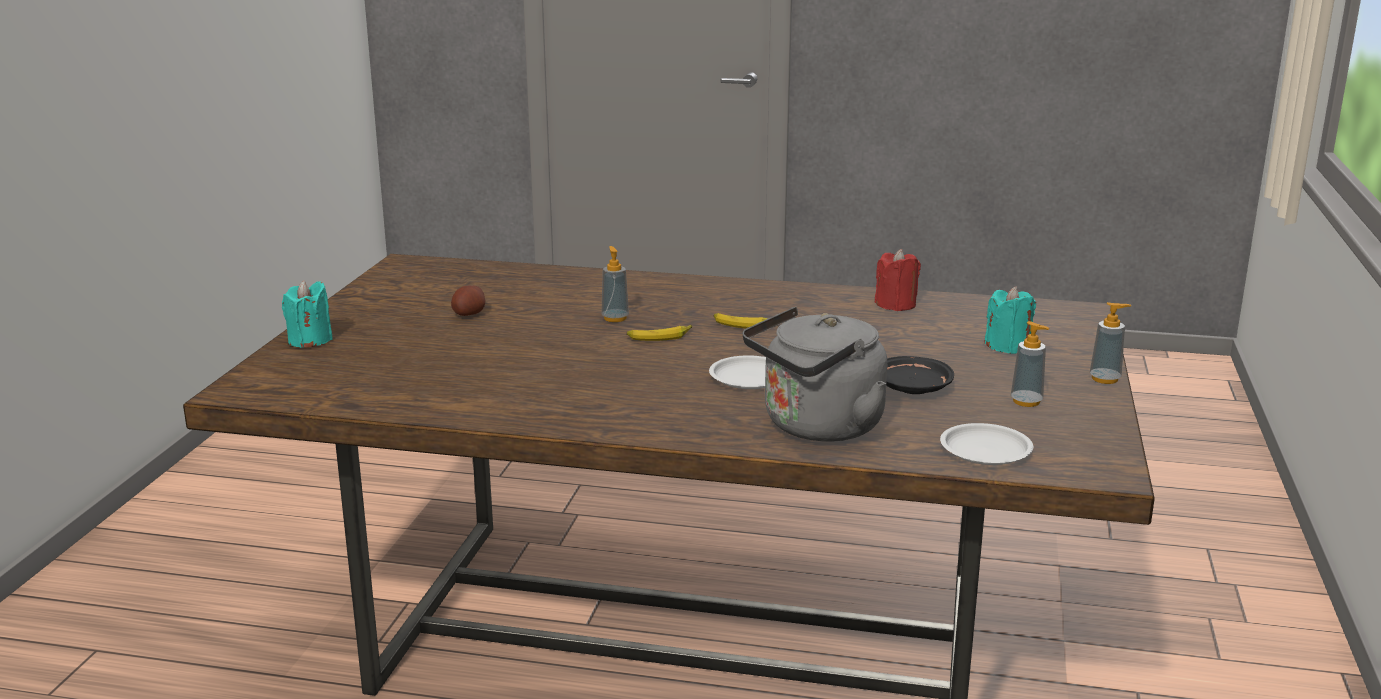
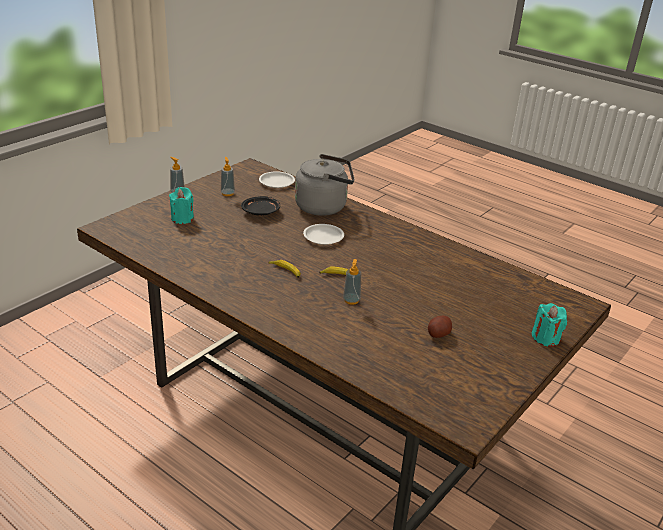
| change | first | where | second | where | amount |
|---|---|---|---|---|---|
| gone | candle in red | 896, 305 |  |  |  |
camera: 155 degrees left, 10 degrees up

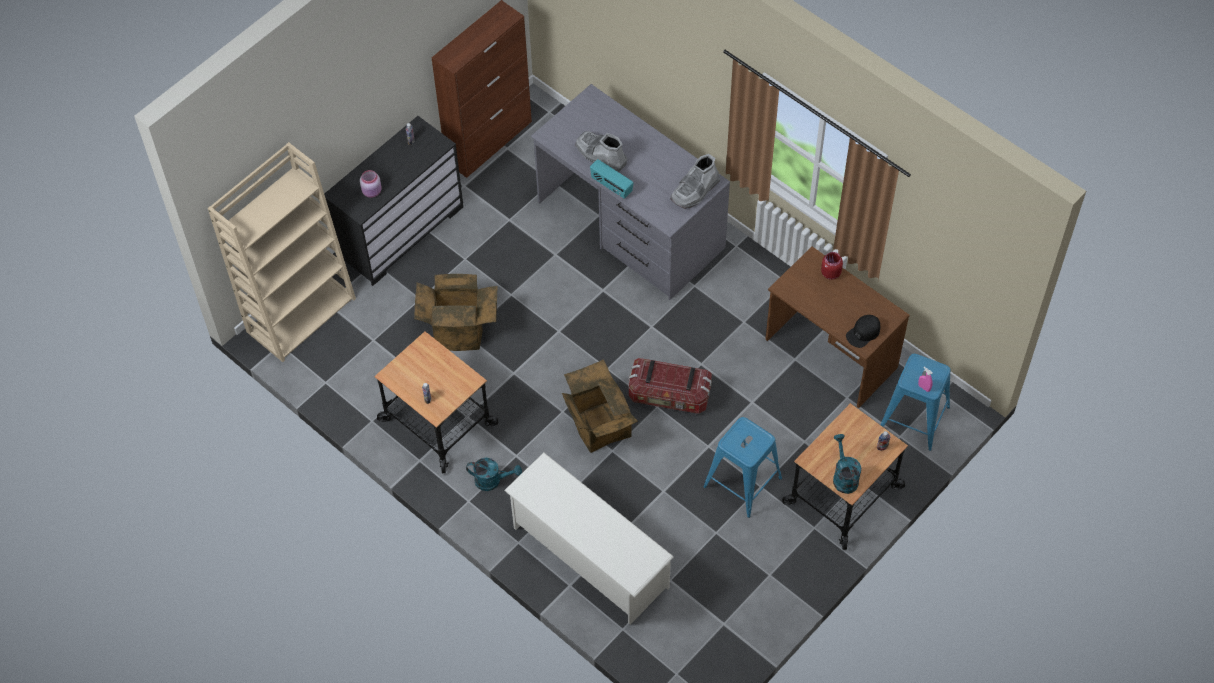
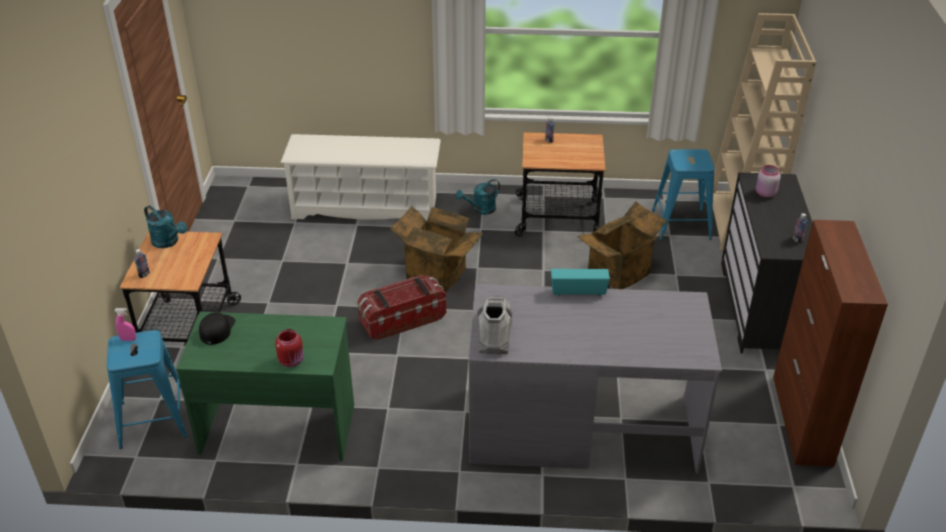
| change | first | where | second | where | amount |
|---|---|---|---|---|---|
| repainted | desk in brown | 830, 354 | desk in green | 277, 427 |  |
| shifted | stool in blue | 742, 483 |  | 680, 224 |  |
| gone | boot in grey | 601, 155 |  |  |  |
camera: 140 degrees right, 20 degrees down

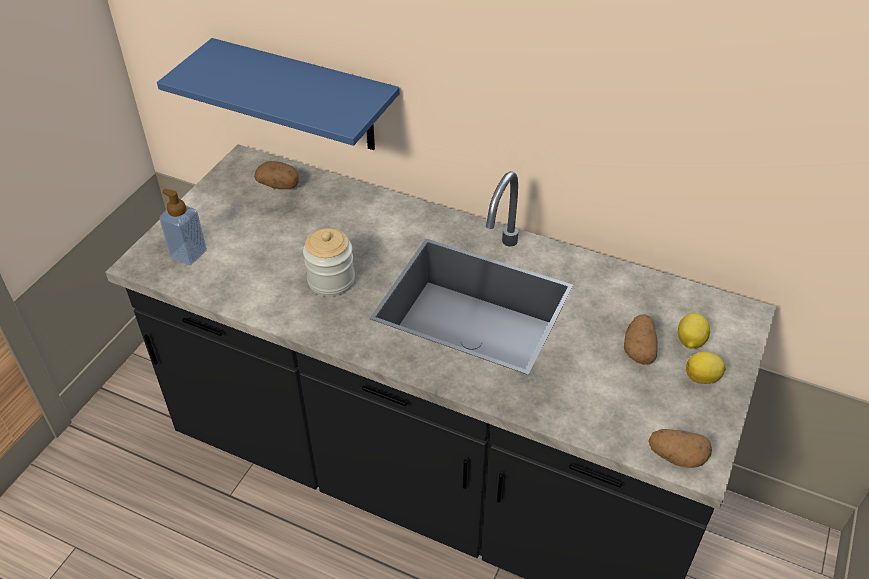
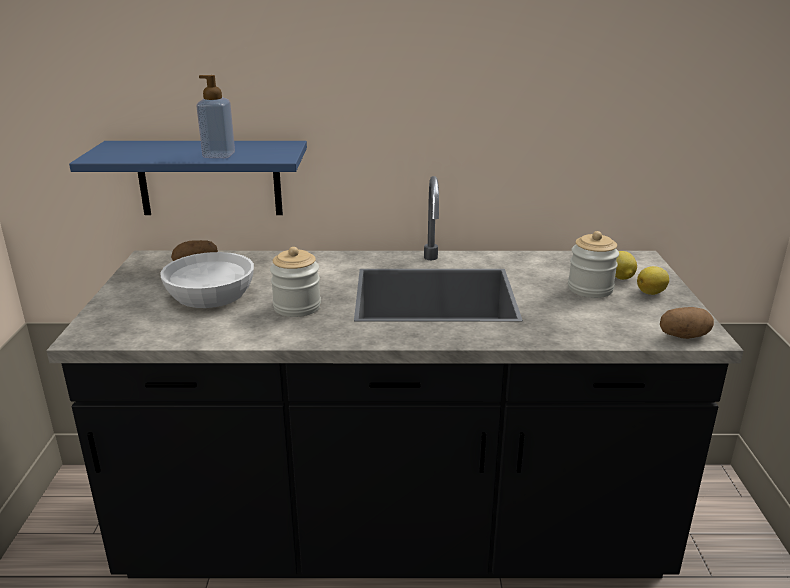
| change | first | where | second | where | amount |
|---|---|---|---|---|---|
| new |  |  | bowl in white | 212, 295 |  |
| shifted | soap dispenser | 188, 254 |  | 219, 155 |  |
| swapped | potato | 639, 349 | jar | 590, 289 |  |
camera: 25 degrees left, 20 degrees down

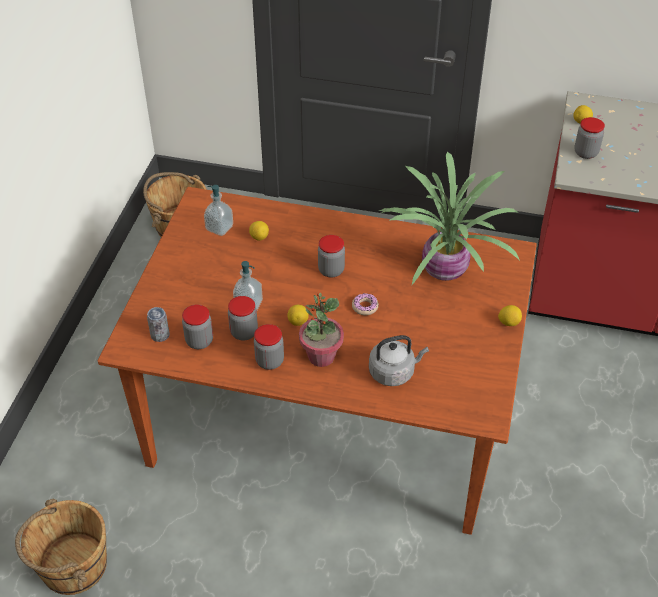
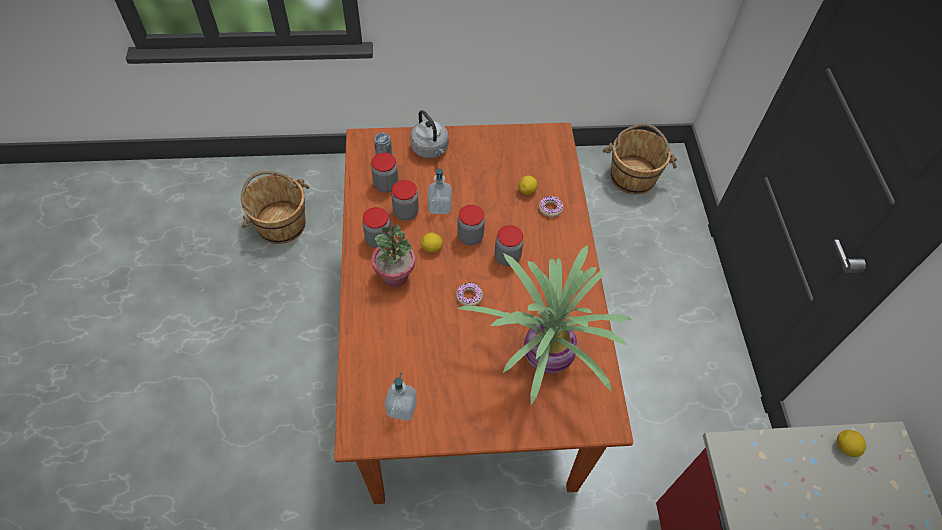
| change | first | where | second | where | amount |
|---|---|---|---|---|---|
| shifted | soap dispenser | 219, 228 |  | 401, 408 |  |
| shifted | kettle in grey | 394, 372 |  | 430, 150 |  |
| shifted | jar | 585, 153 |  | 470, 237 |  |
| new |  |  | donut | 550, 208 |  |
| gone | lemon | 508, 322 |  |  |  |
camera: 70 degrees right, 10 degrees up

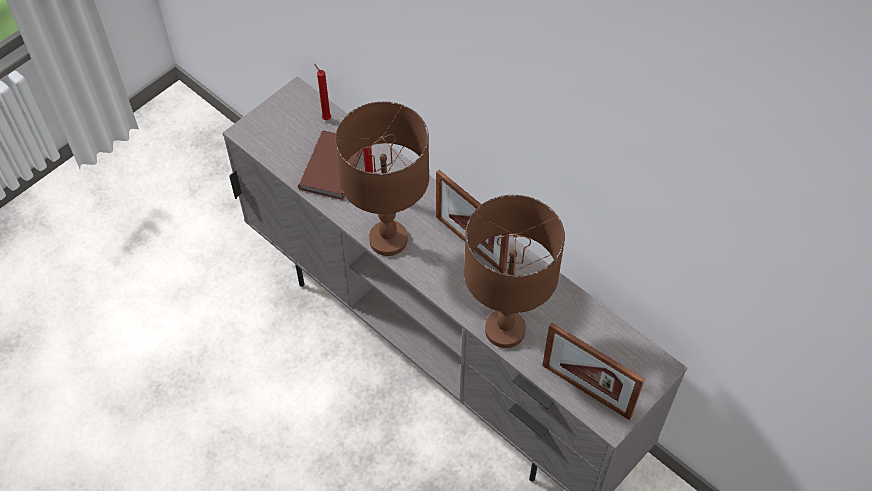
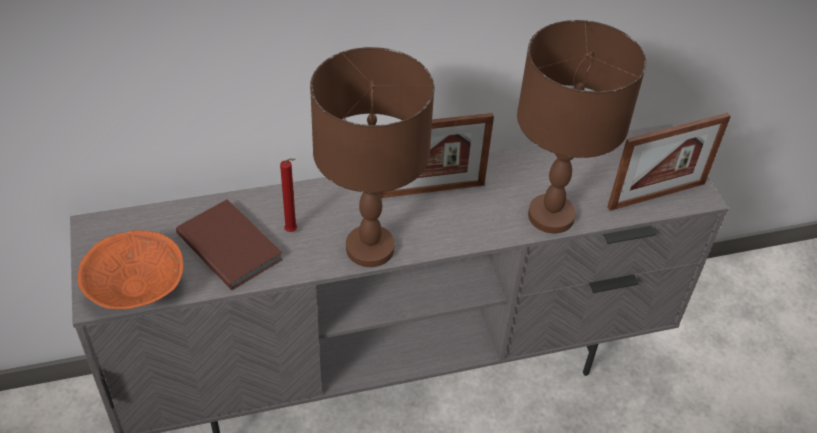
| change | first | where | second | where | amount |
|---|---|---|---|---|---|
| new |  |  | bowl in orange | 135, 286 |  |
| gone | candle in red | 325, 118 |  |  |  |
camera: 60 degrees left, 10 degrees down

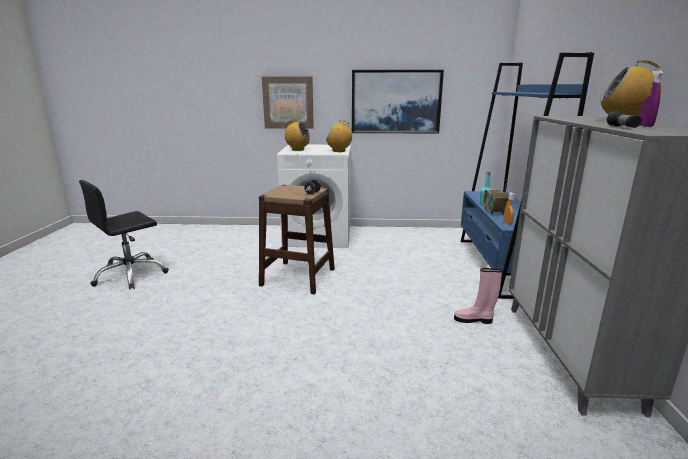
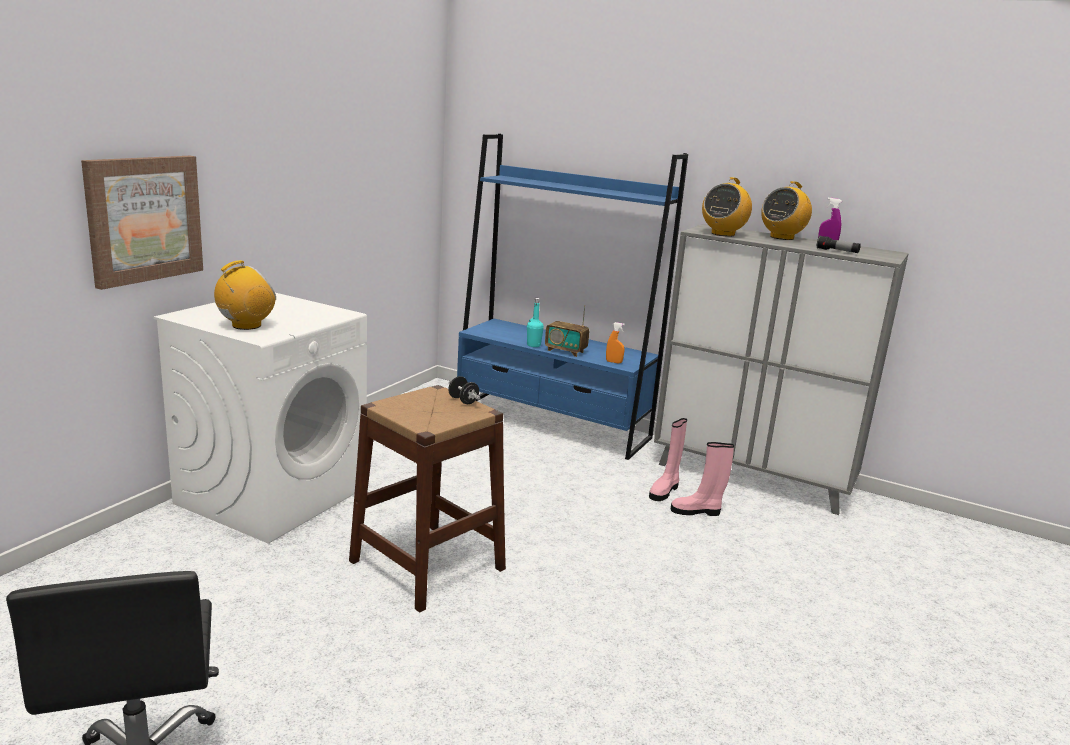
| change | first | where | second | where | amount |
|---|---|---|---|---|---|
| new |  |  | boot in pink | 697, 511 |  |
| shifted | radio | 339, 151 |  | 723, 234 |  |
| gone | picture | 396, 102 |  |  |  |
camera: 65 degrees left, 0 degrees up

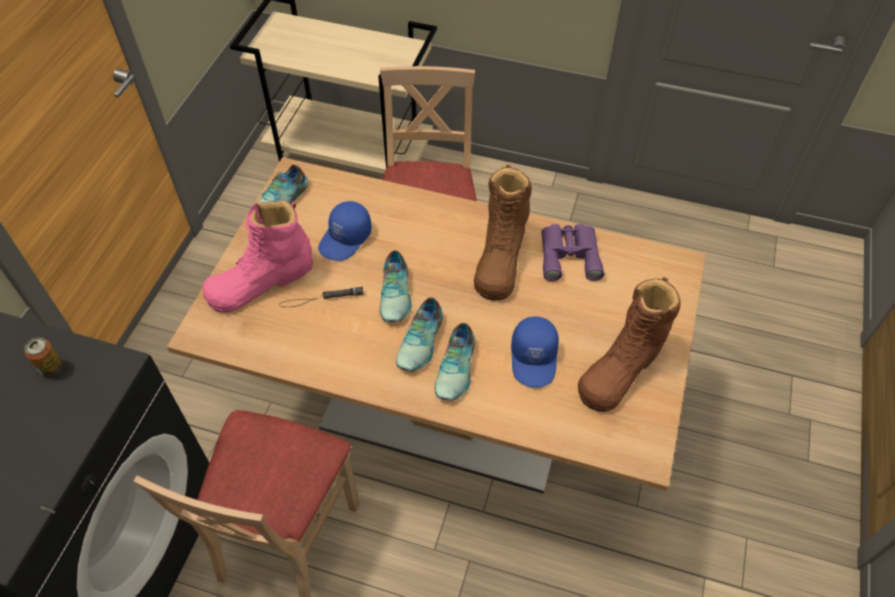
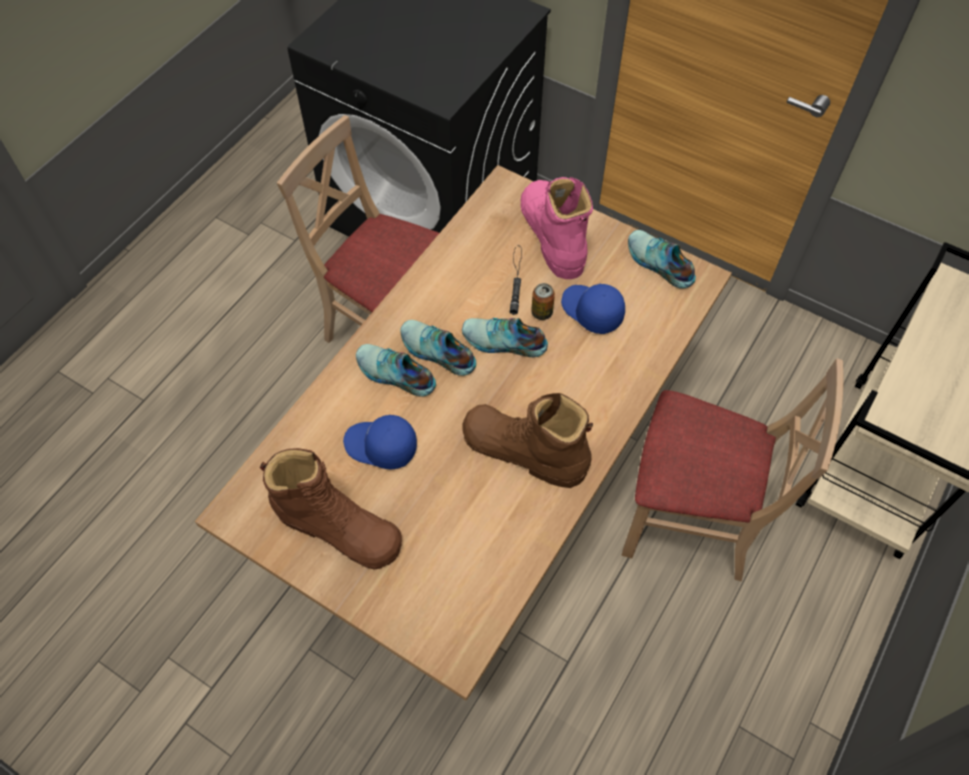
| change | first | where | second | where | amount |
|---|---|---|---|---|---|
| rotated | boot in brown | 622, 367 |  | 338, 528 | 150 degrees clockwise |
| shifted | can | 52, 368 |  | 541, 313 |  |
| gone | binoculars in purple | 569, 254 |  |  |  |
camera: 105 degrees right, 5 degrees up

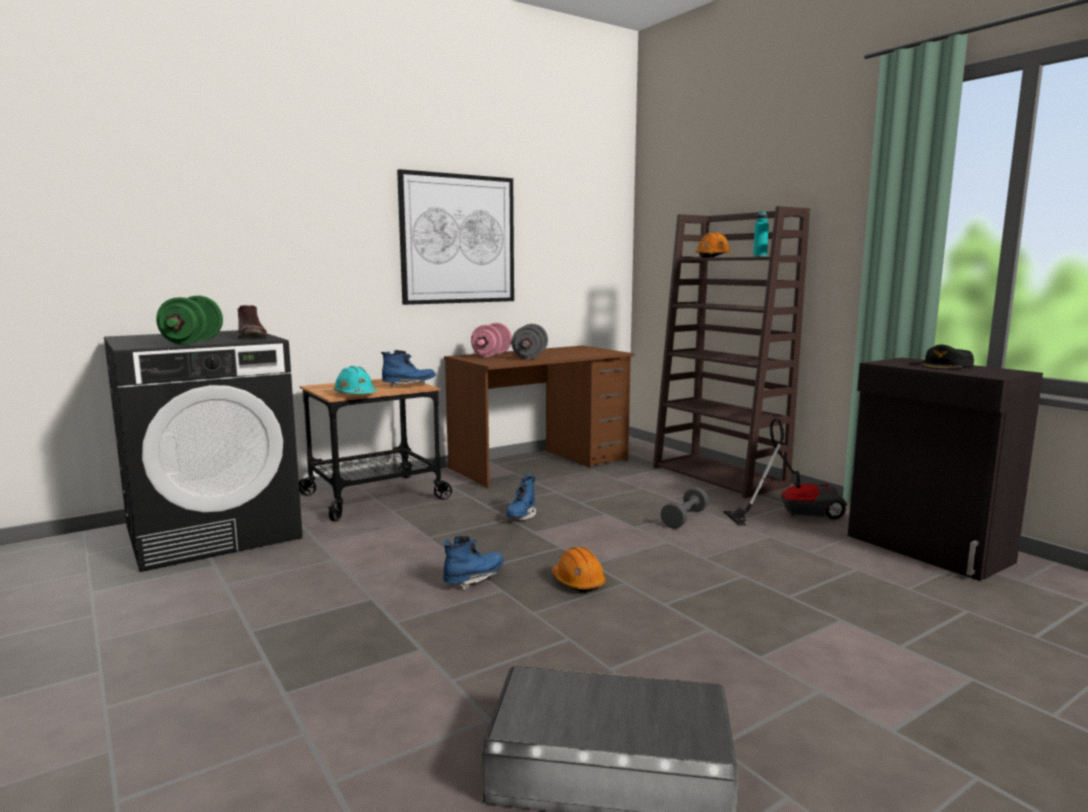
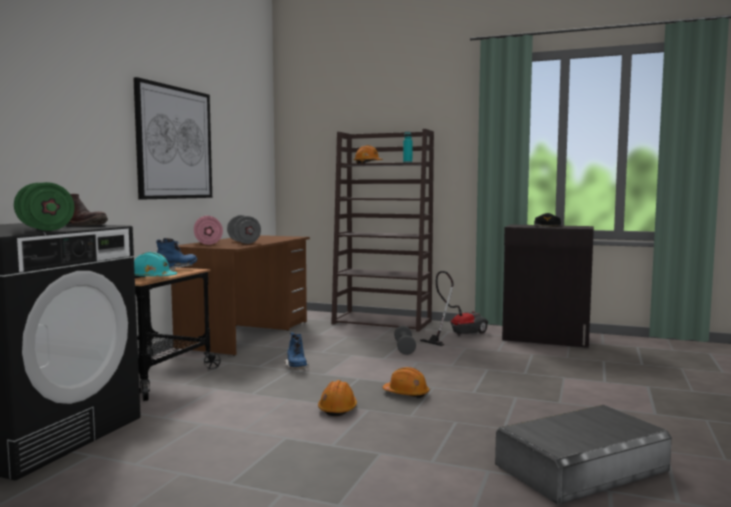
| change | first | where | second | where | amount |
|---|---|---|---|---|---|
| swapped | boot in blue | 474, 580 | hard hat in orange | 338, 409 |  |
camera: 35 degrees left, 5 degrees down

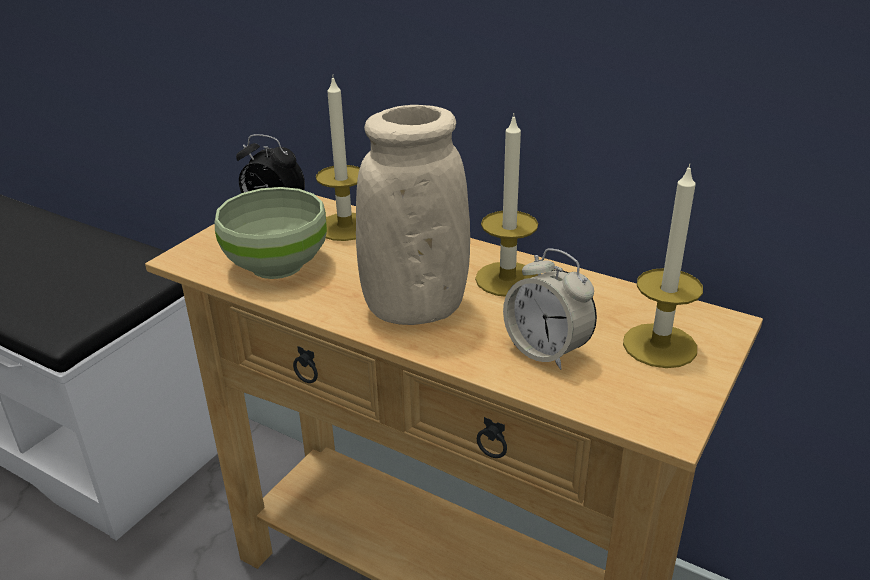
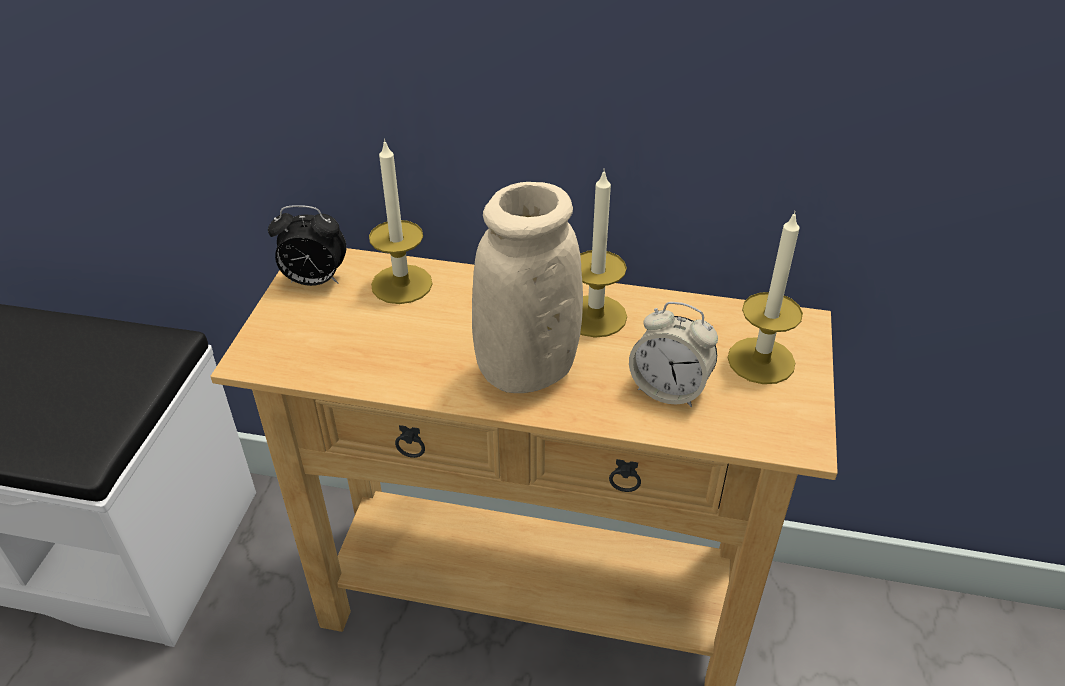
| change | first | where | second | where | amount |
|---|---|---|---|---|---|
| gone | bowl in green | 277, 264 |  |  |  |
camera: 20 degrees left, 10 degrees up

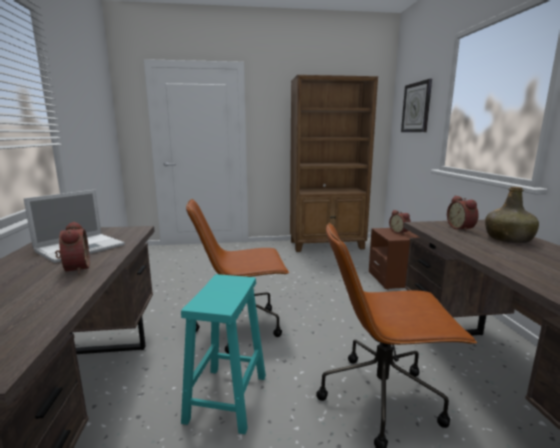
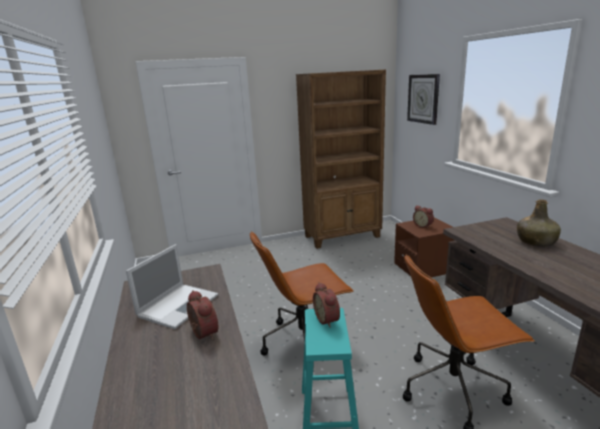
| change | first | where | second | where | amount |
|---|---|---|---|---|---|
| shifted | alarm clock | 461, 228 |  | 328, 319 |  |
camera: 10 degrees left, 5 degrees up

